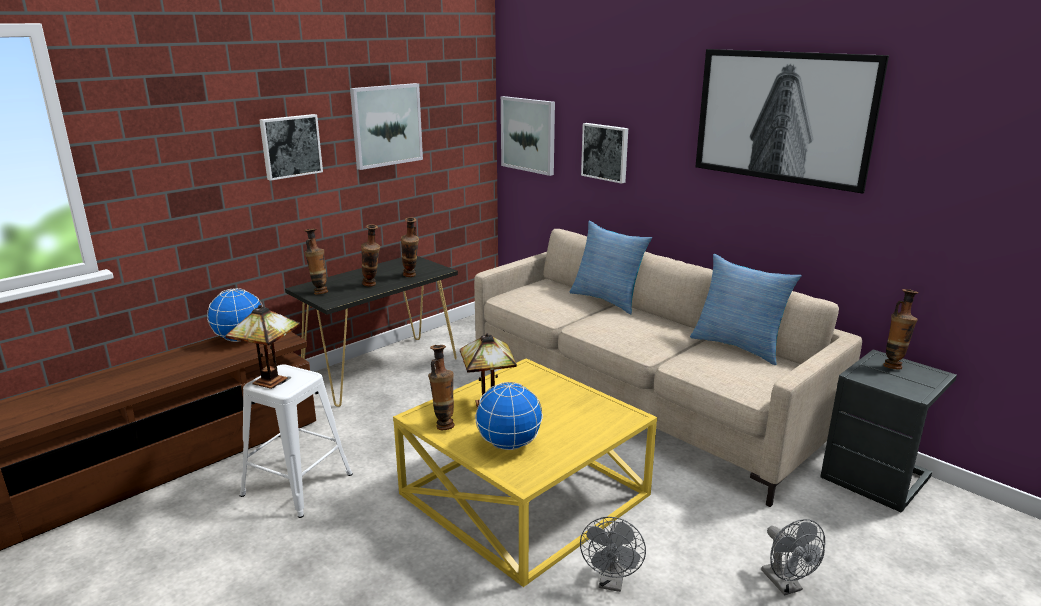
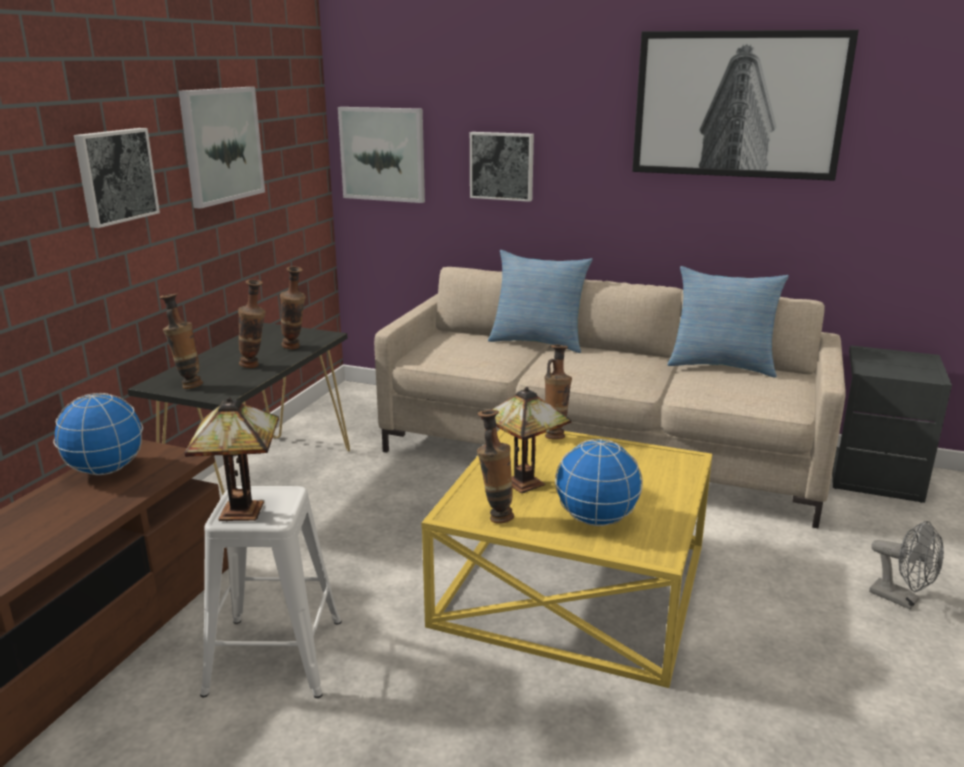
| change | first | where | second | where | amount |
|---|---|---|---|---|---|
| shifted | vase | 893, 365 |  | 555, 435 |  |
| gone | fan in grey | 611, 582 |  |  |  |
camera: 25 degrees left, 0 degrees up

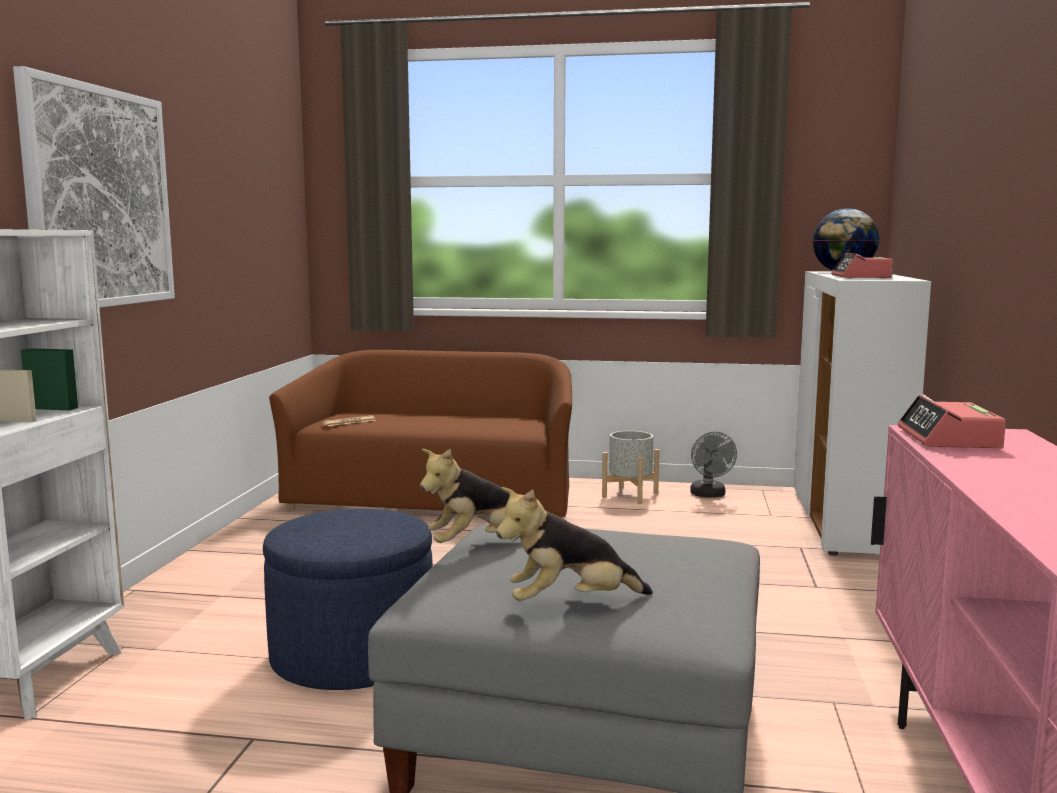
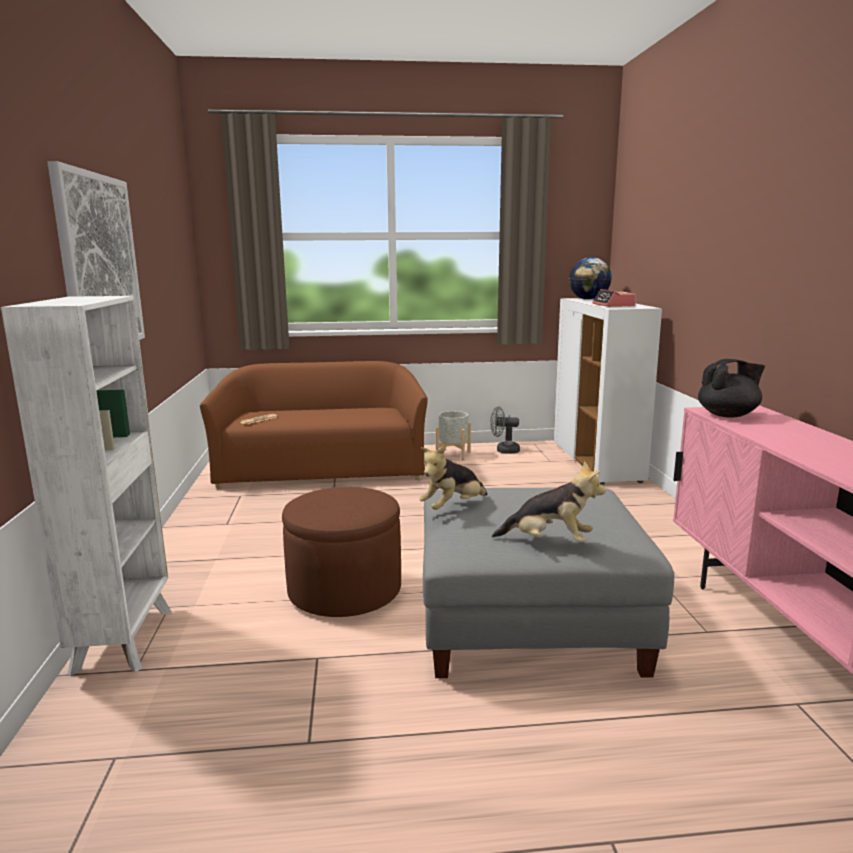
| change | first | where | second | where | amount |
|---|---|---|---|---|---|
| repainted | ottoman in blue | 353, 656 | ottoman in brown | 345, 590 |  |
| rotated | fan in grey | 709, 495 |  | 503, 450 | 120 degrees clockwise |
| rotated | plush toy | 570, 604 |  | 549, 542 | 135 degrees counterclockwise |
| swapped | alarm clock | 948, 439 | teapot in black | 728, 415 |  |
camera: 15 degrees left, 5 degrees up

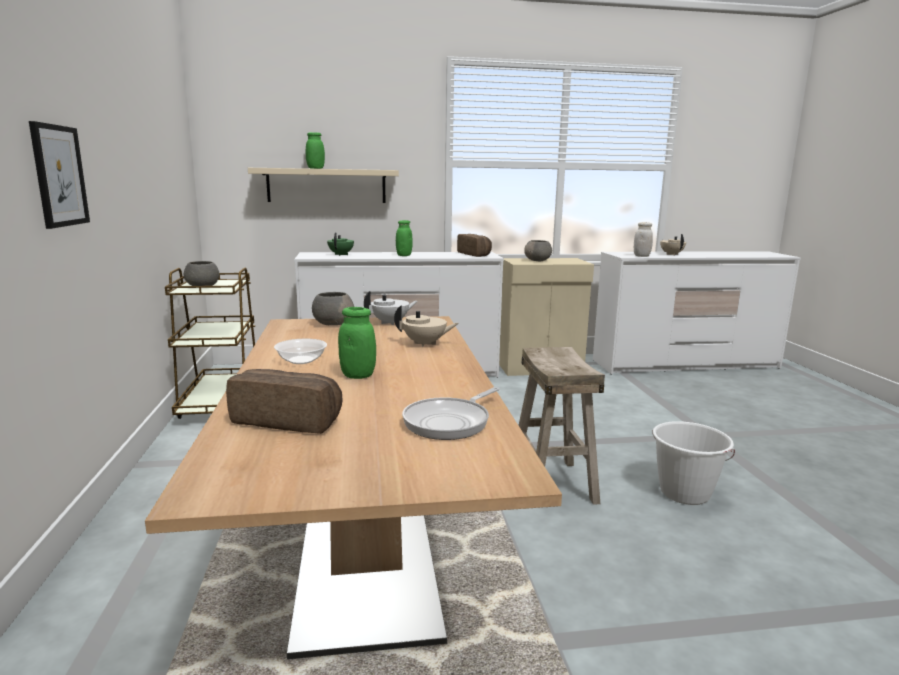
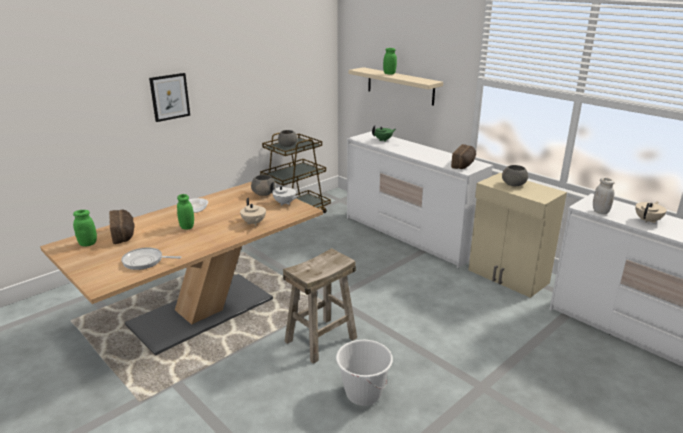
| change | first | where | second | where | amount |
|---|---|---|---|---|---|
| shifted | jar in green | 404, 255 |  | 88, 244 |  |
camera: 55 degrees right, 10 degrees up

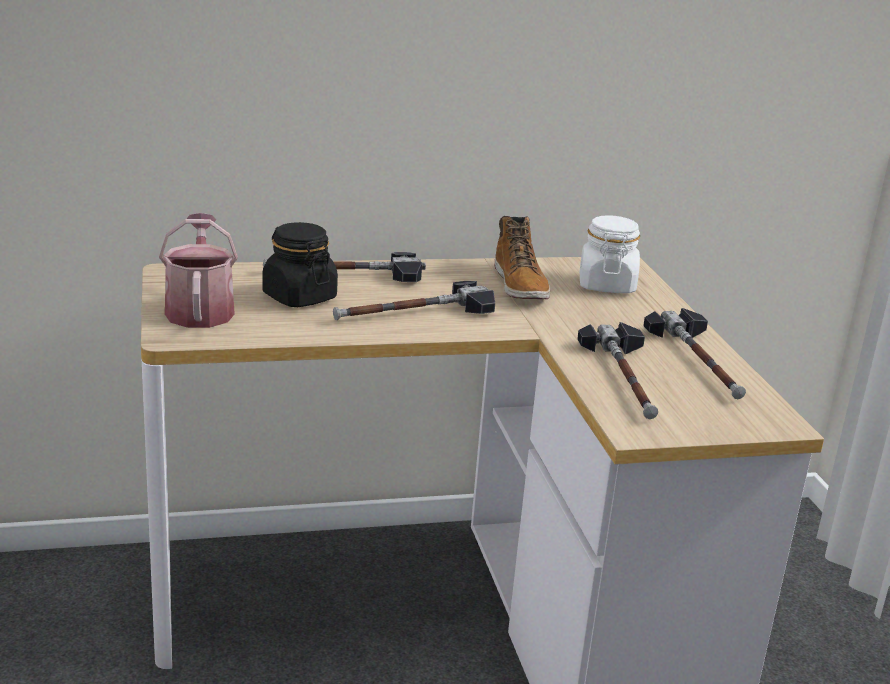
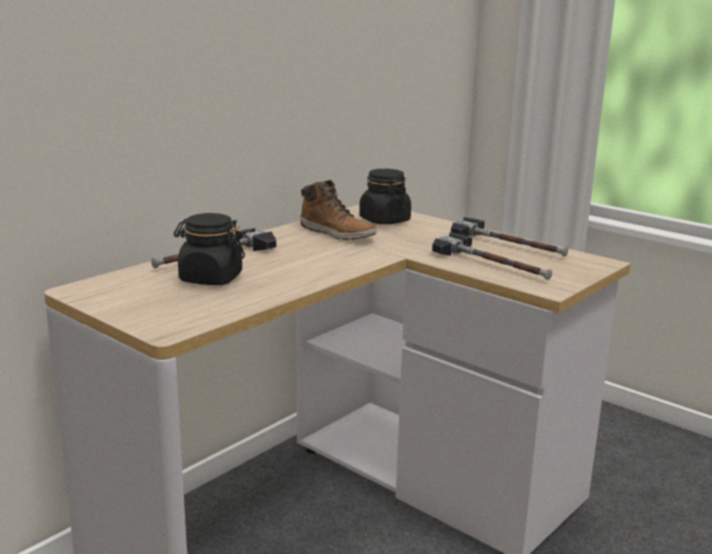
| change | first | where | second | where | amount |
|---|---|---|---|---|---|
| repainted | jar in white | 606, 285 | jar in black | 384, 220 |  |
| gone | watering can | 200, 309 |  |  |  |
| gone | hammer | 415, 313 |  |  |  |
camera: 35 degrees left, 5 degrees down

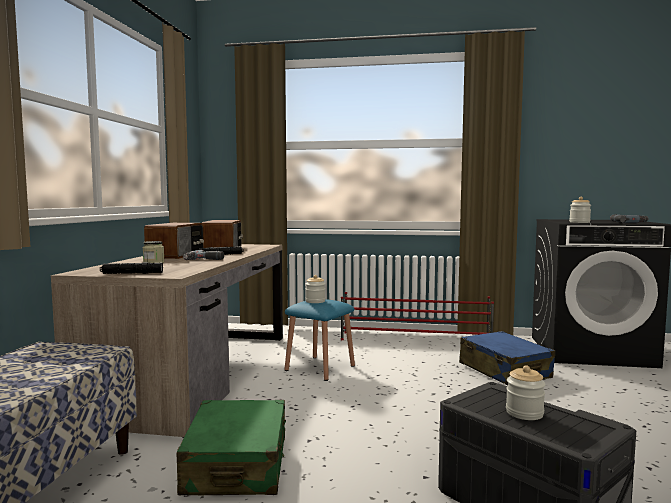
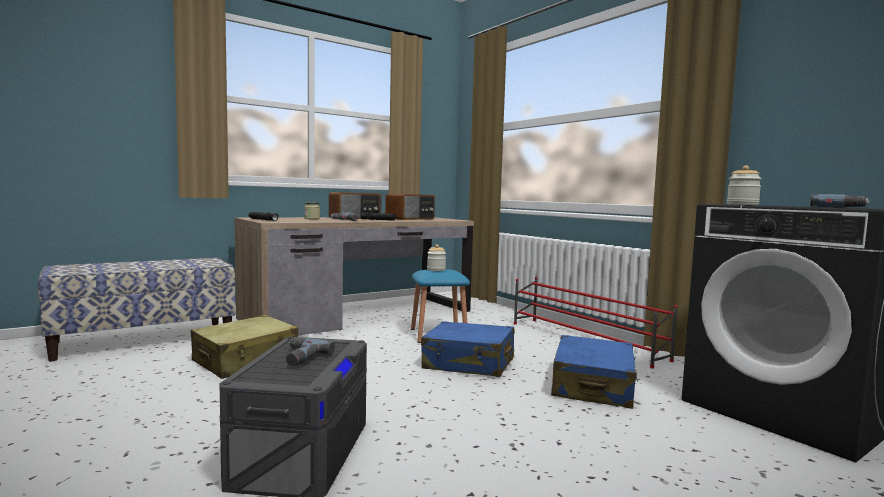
| change | first | where | second | where | amount |
|---|---|---|---|---|---|
| repainted | suitcase in green | 237, 465 | suitcase in beige | 246, 360 |  |
| swapped | jar | 524, 413 | power drill | 299, 357 |  |
| new |  |  | suitcase in blue | 469, 363 |  |
camera: 45 degrees right, 0 degrees up

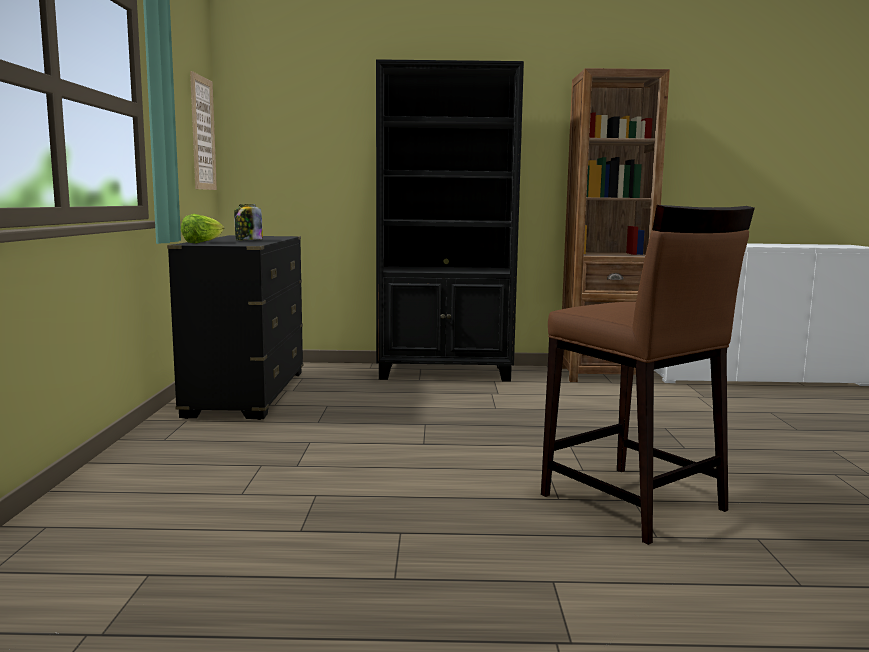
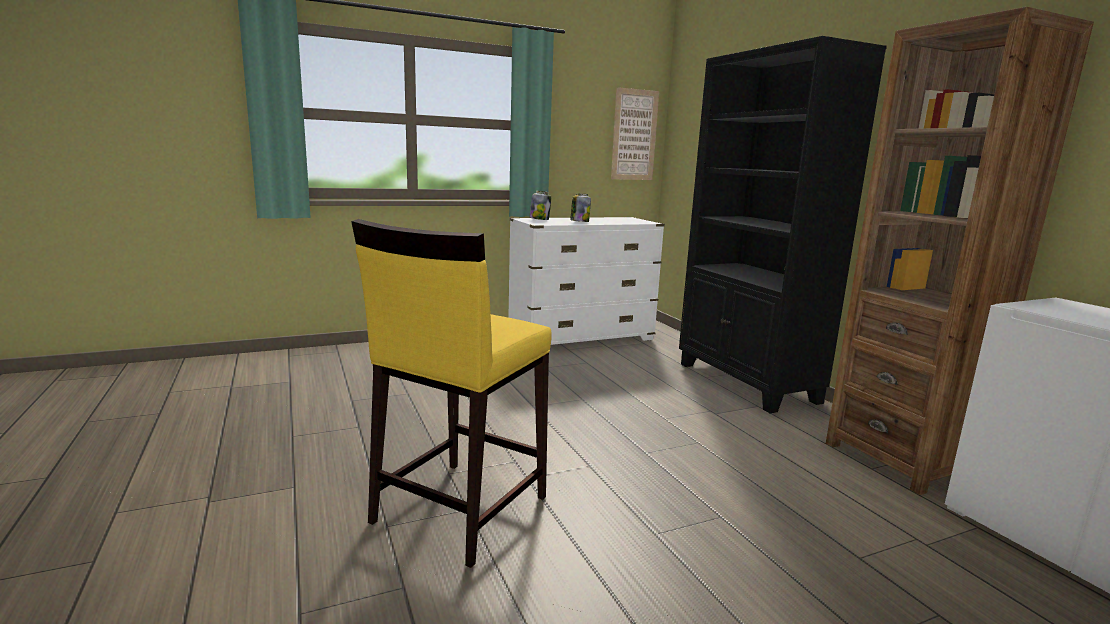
| change | first | where | second | where | amount |
|---|---|---|---|---|---|
| repainted | stool in brown | 633, 503 | stool in yellow | 458, 509 |  |
| repainted | dresser in black | 247, 394 | dresser in white | 581, 338 |  |
| swapped | lettuce | 202, 243 | jar | 539, 219 |  |
camera: 65 degrees right, 5 degrees up

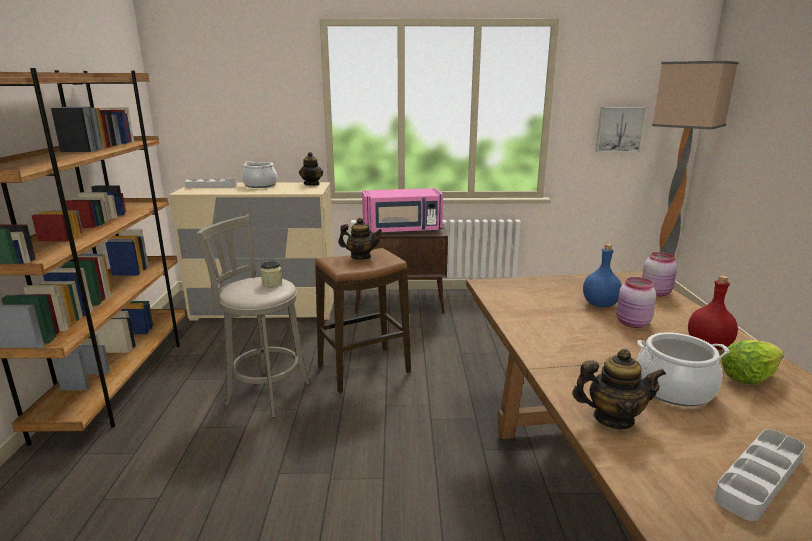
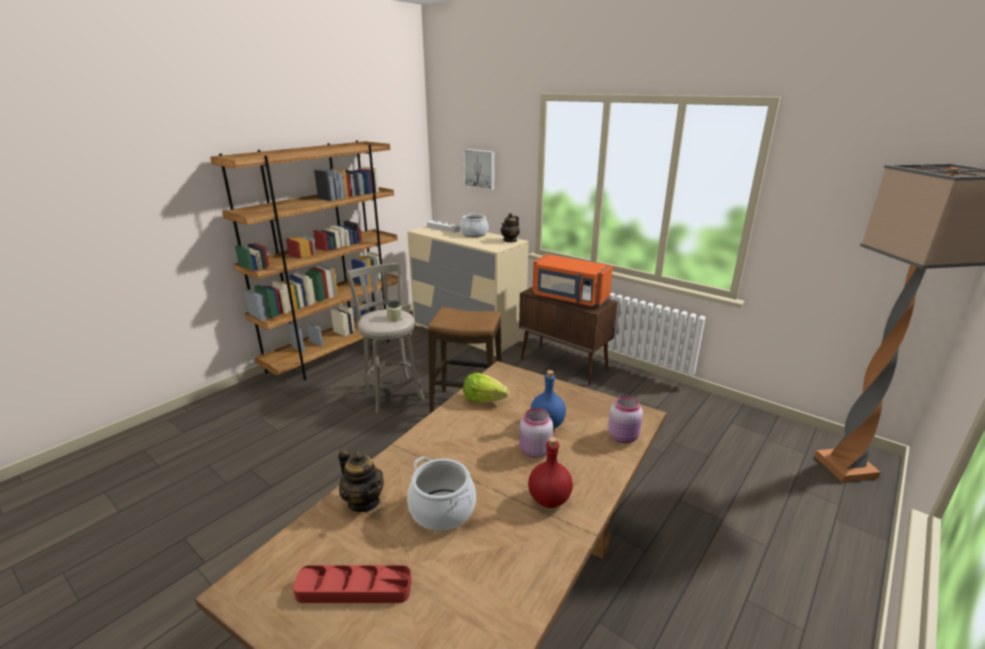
| change | first | where | second | where | amount |
|---|---|---|---|---|---|
| repainted | tray in grey | 759, 478 | tray in red | 354, 589 |  |
| shifted | picture | 619, 129 |  | 480, 169 |  |
| shifted | lettuce | 747, 377 |  | 483, 400 |  |
| repainted | microwave in pink | 402, 230 | microwave in orange | 569, 298 |  |
| gone | teapot | 360, 257 |  |  |  |
camera: 40 degrees right, 5 degrees up

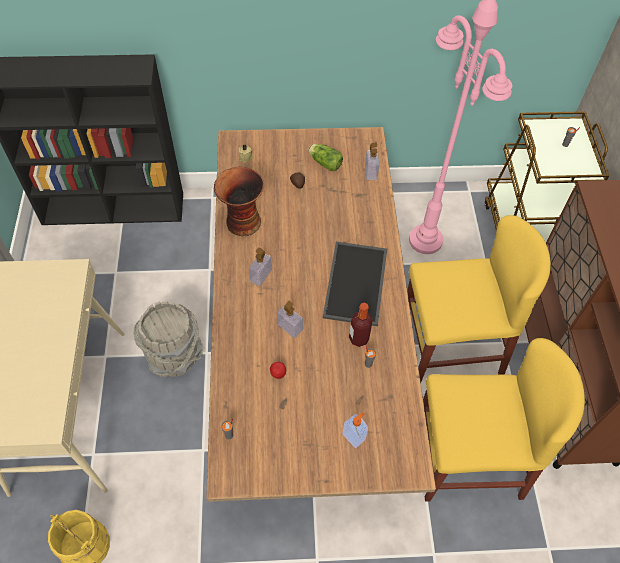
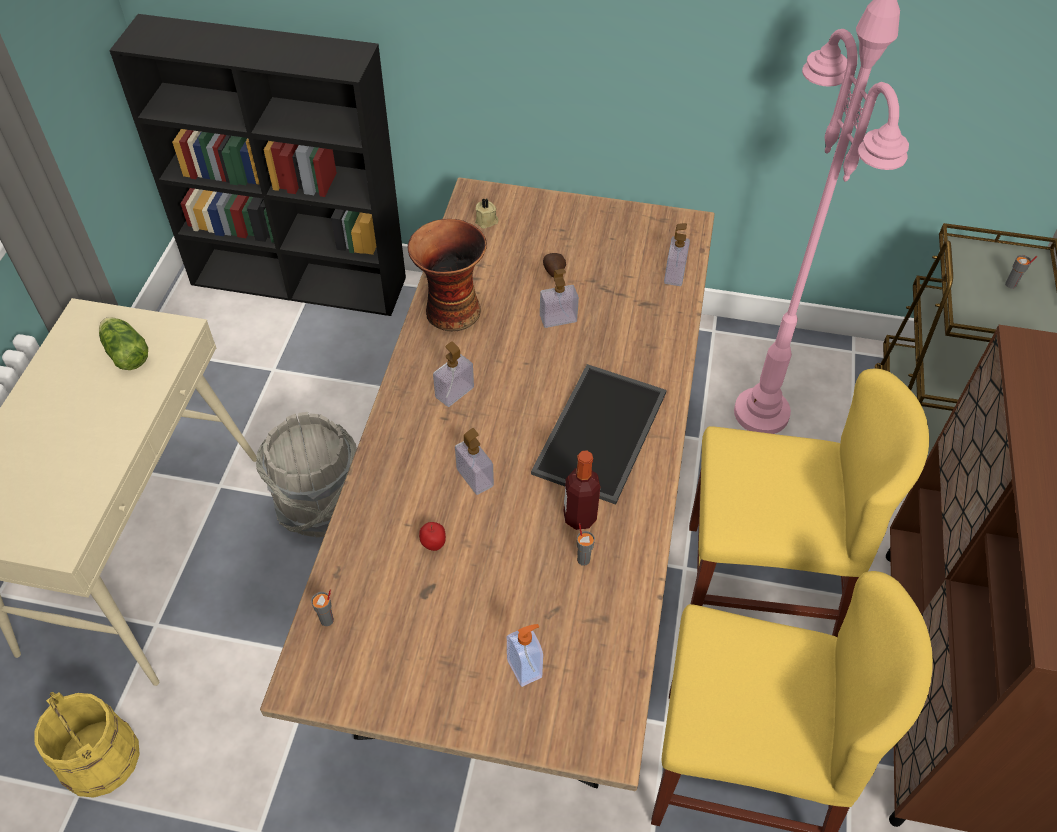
| change | first | where | second | where | amount |
|---|---|---|---|---|---|
| shifted | lettuce | 324, 162 |  | 125, 352 |  |
| new |  |  | soap dispenser | 558, 319 |  |
camera: 15 degrees right, 5 degrees down

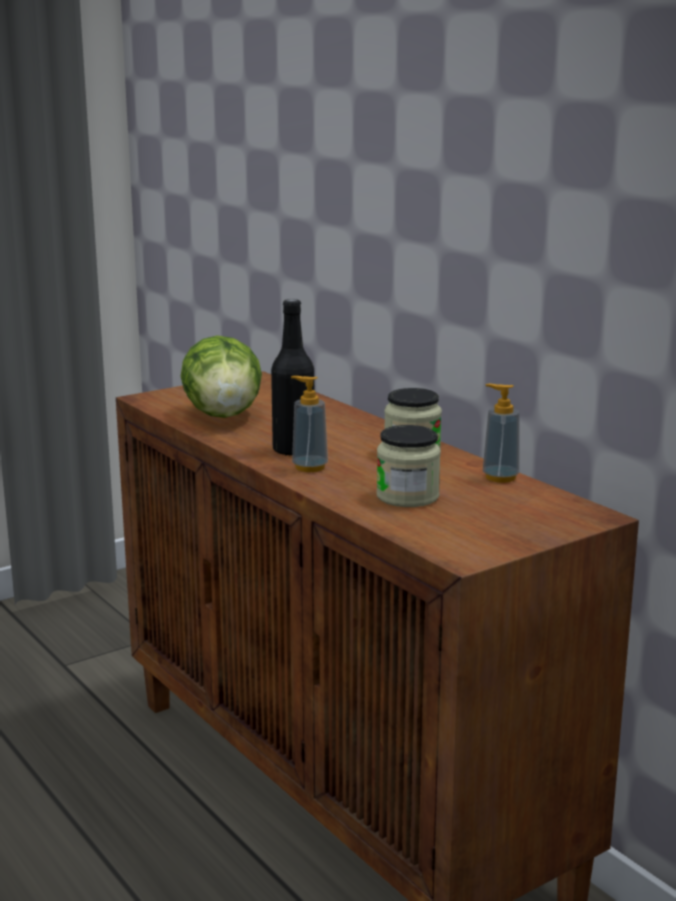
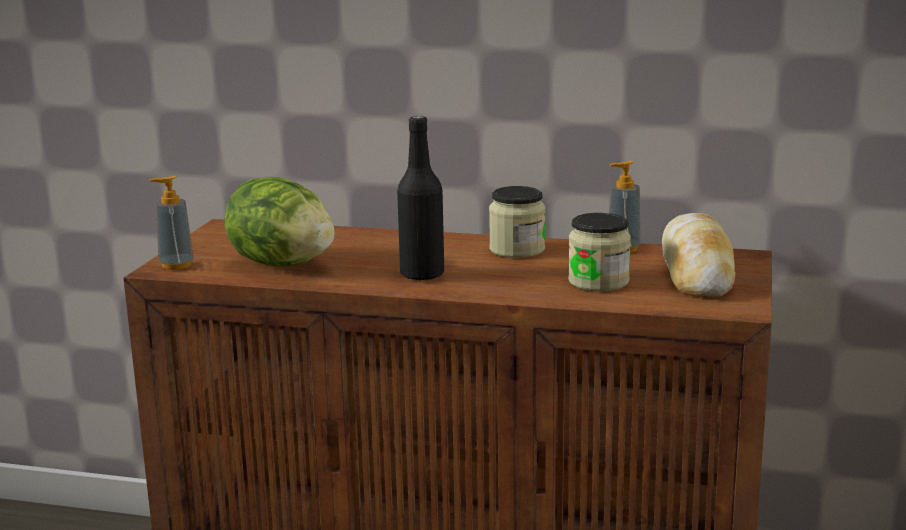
| change | first | where | second | where | amount |
|---|---|---|---|---|---|
| shifted | soap dispenser | 309, 467 |  | 176, 265 |  |
| new |  |  | bread | 697, 271 |  |
camera: 40 degrees left, 0 degrees up

